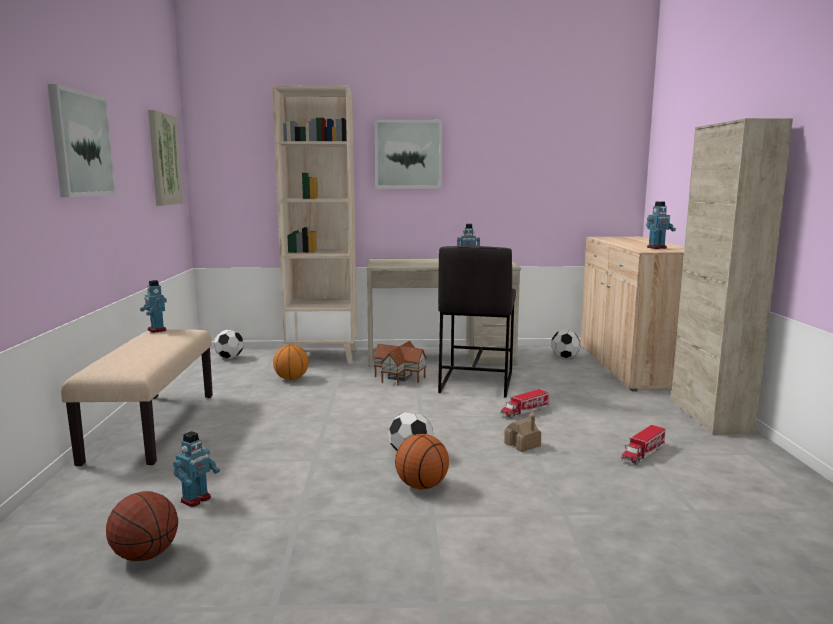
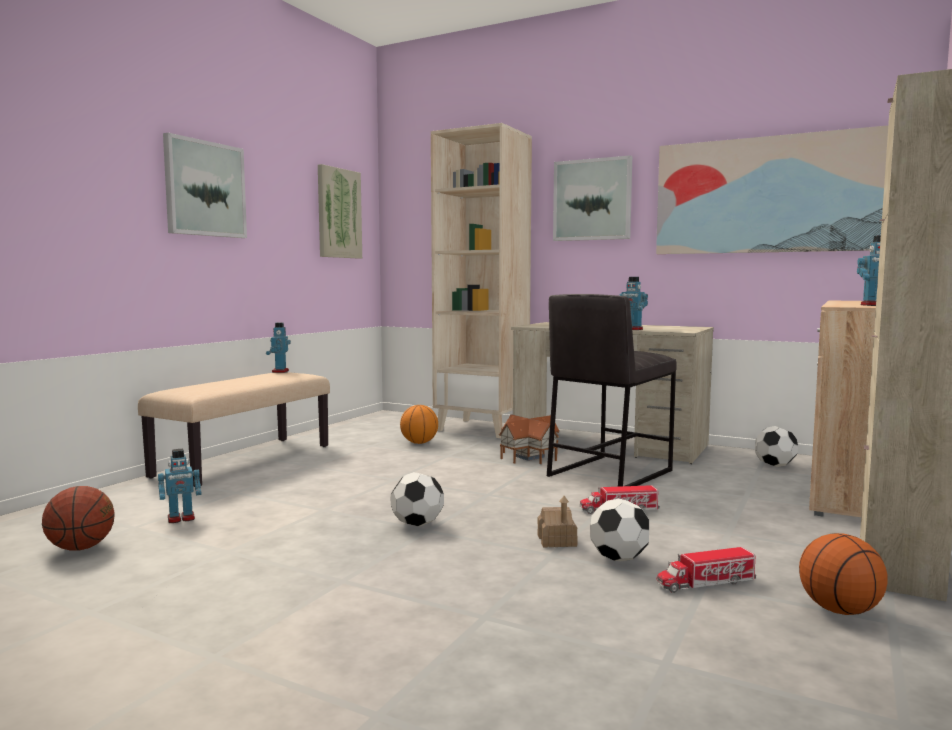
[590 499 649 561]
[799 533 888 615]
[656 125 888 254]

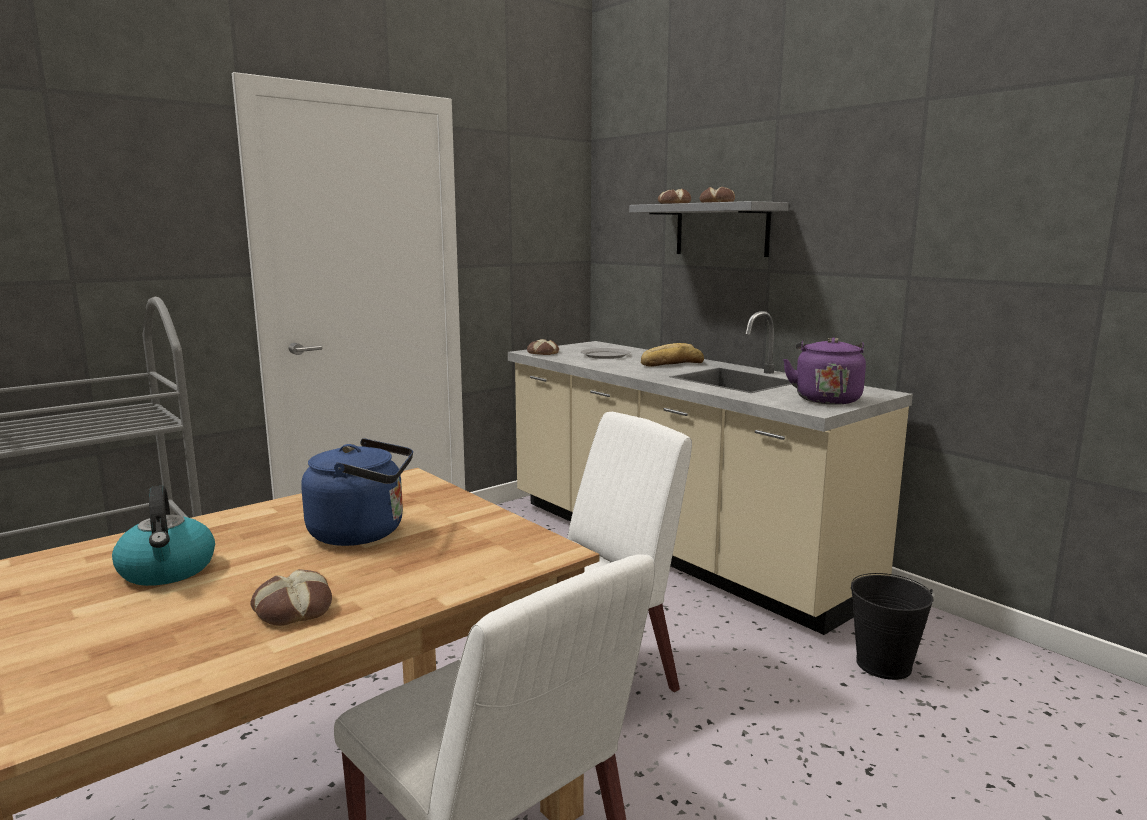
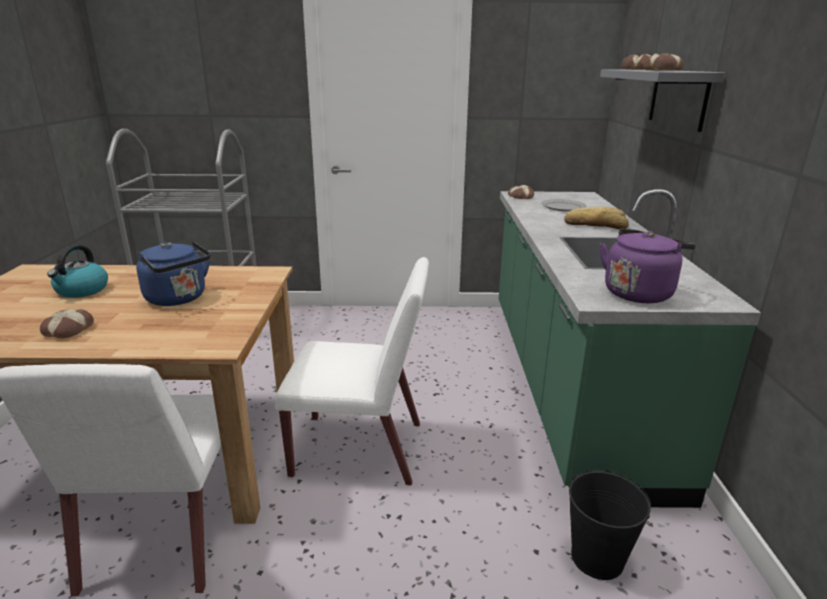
[499 189 761 508]

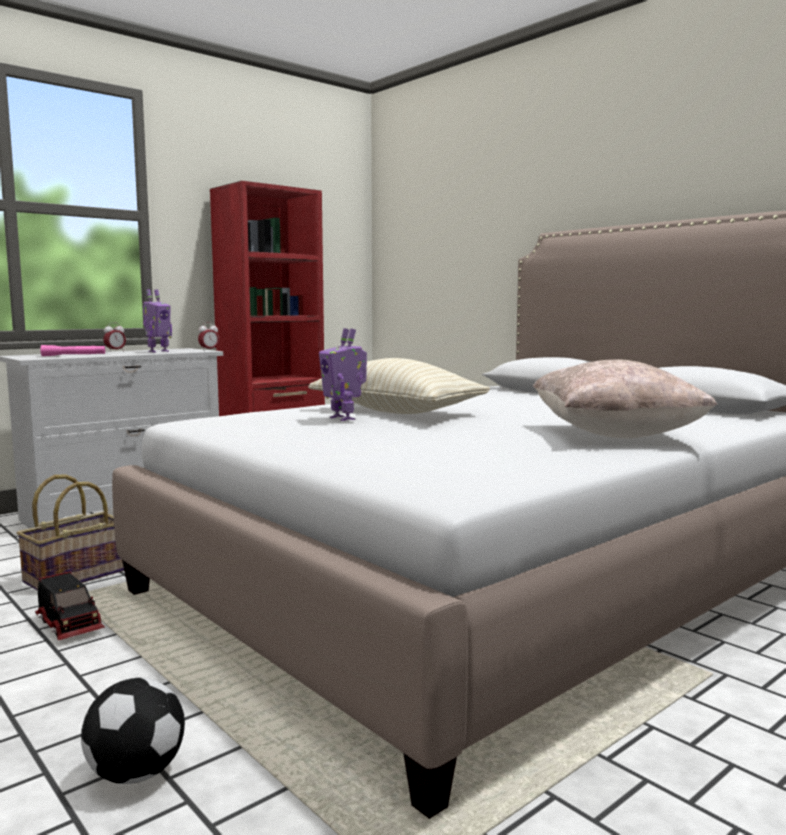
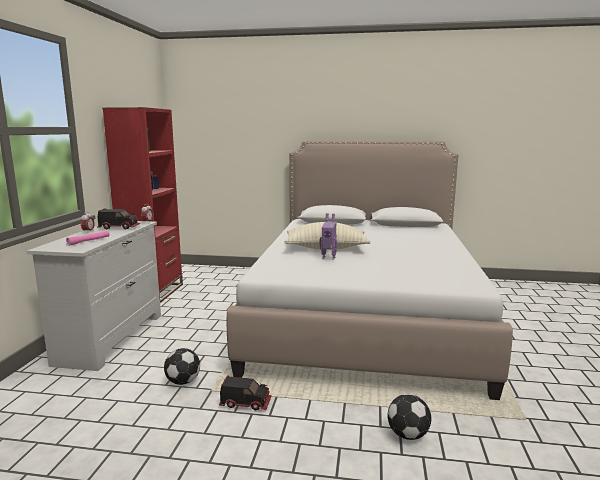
[97 208 140 230]
[533 359 717 438] (first image)
[164 348 200 385]

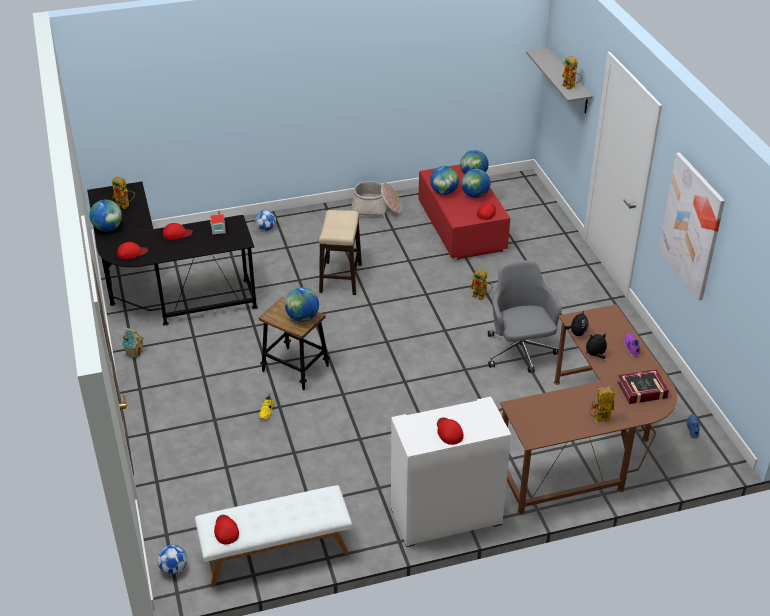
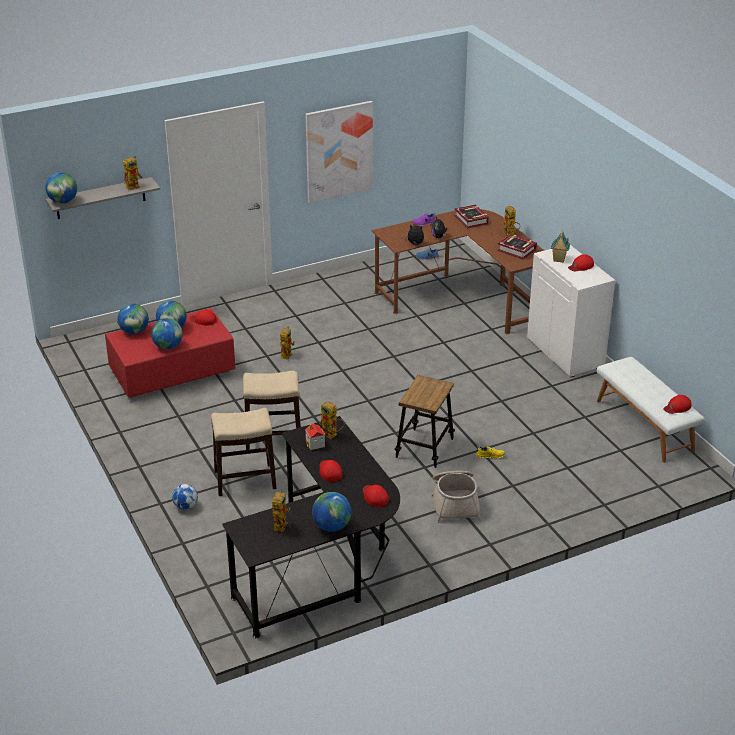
[432 471 481 523]
[488 260 562 373] (first image)
[45 172 77 204]
[551 230 570 263]
[157 545 187 575] (first image)
[497 234 537 260]
[319 401 345 439]
[211 408 277 496]

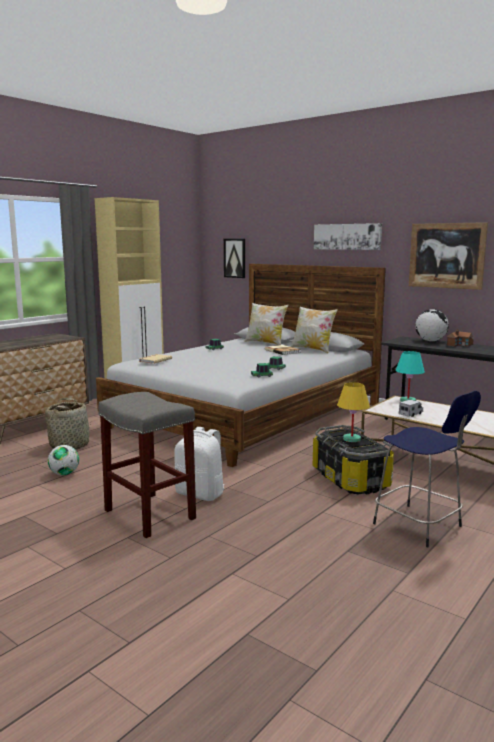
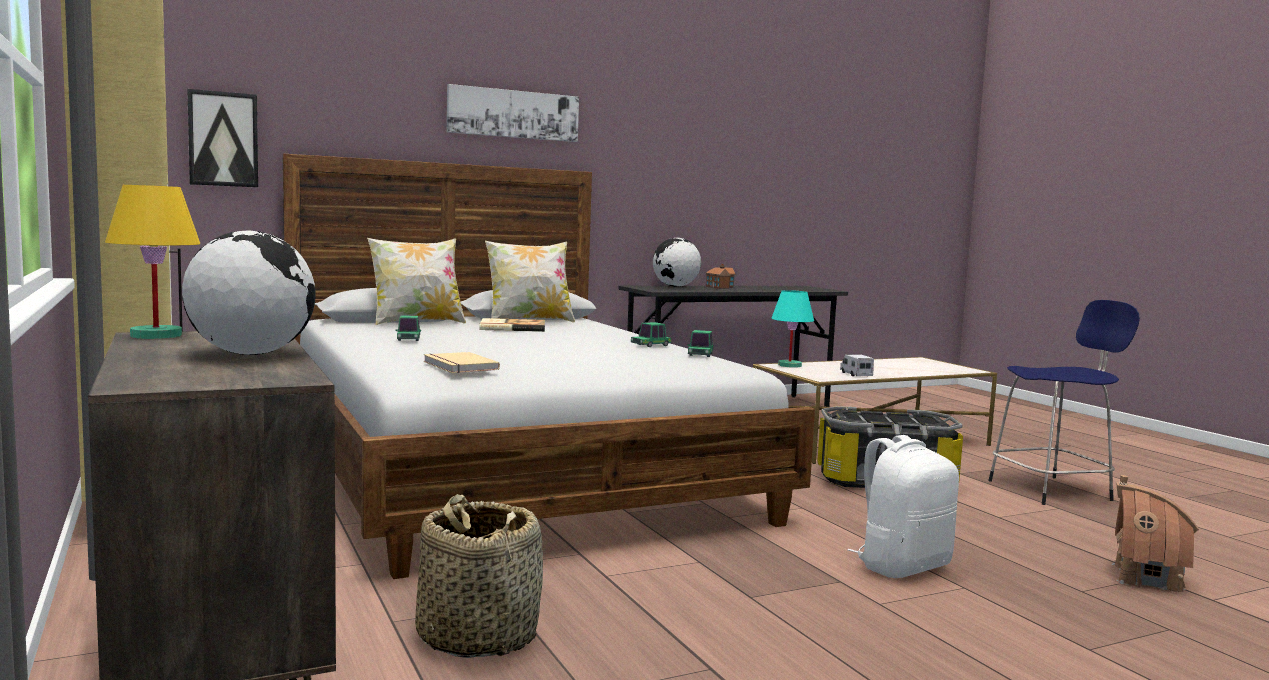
[409 222 488 290] (first image)
[105 185 200 339]
[98 392 196 538] (first image)
[48 445 79 475] (first image)
[182 230 316 355]
[1112 475 1199 592]

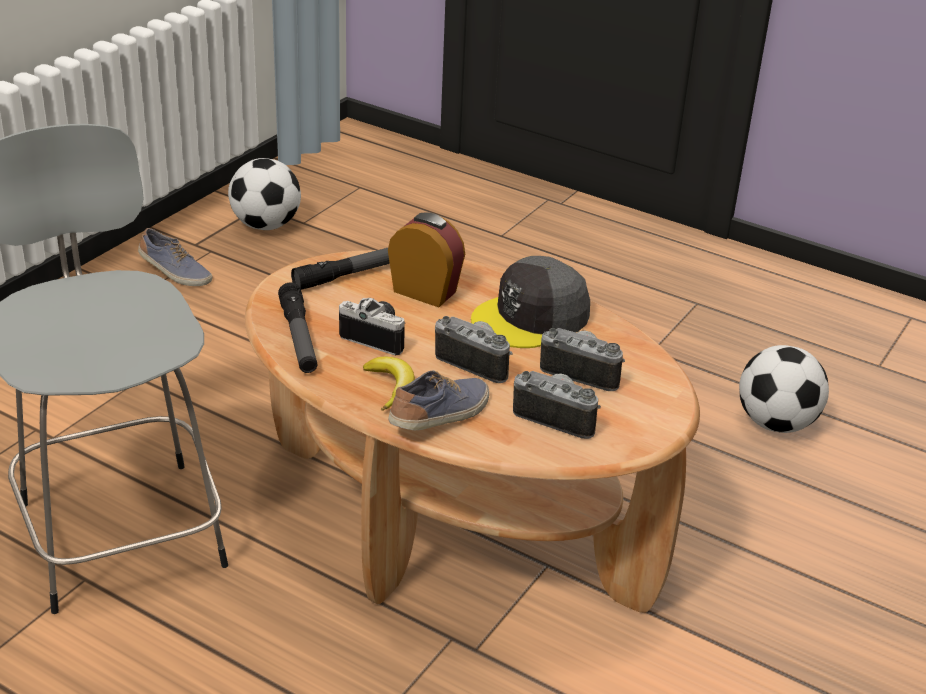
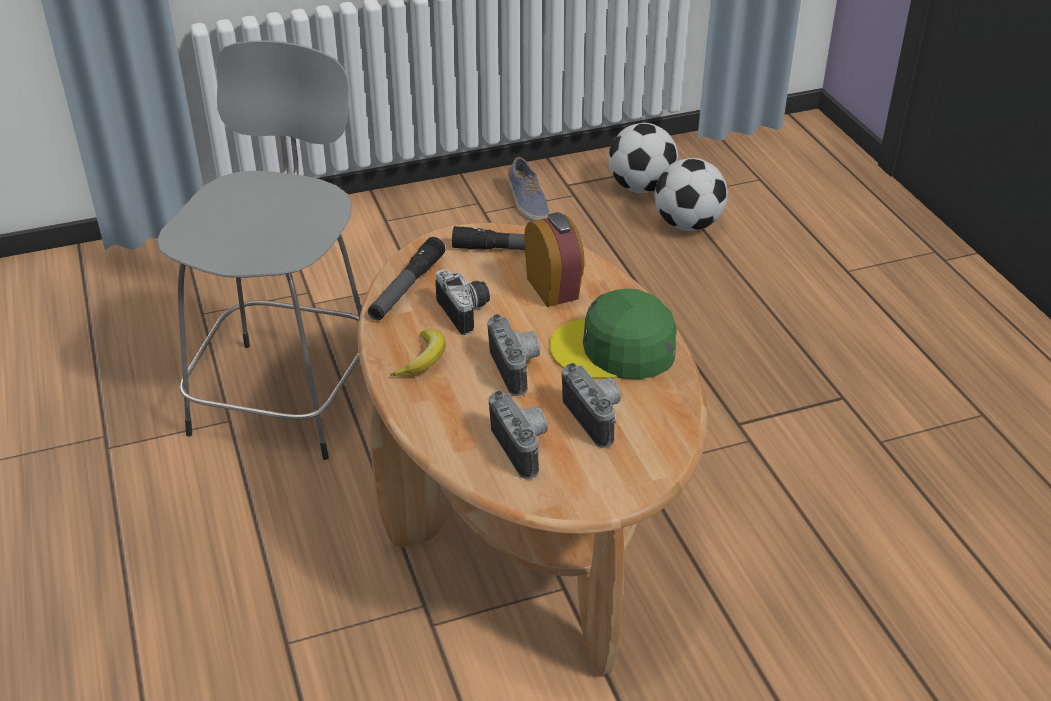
[549 288 677 379]
[654 158 728 231]
[389 370 489 430] (first image)

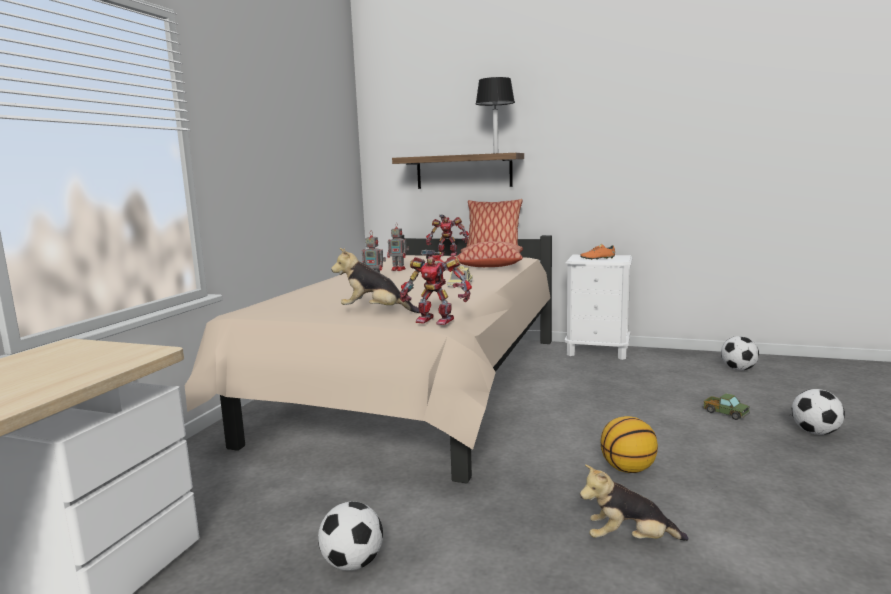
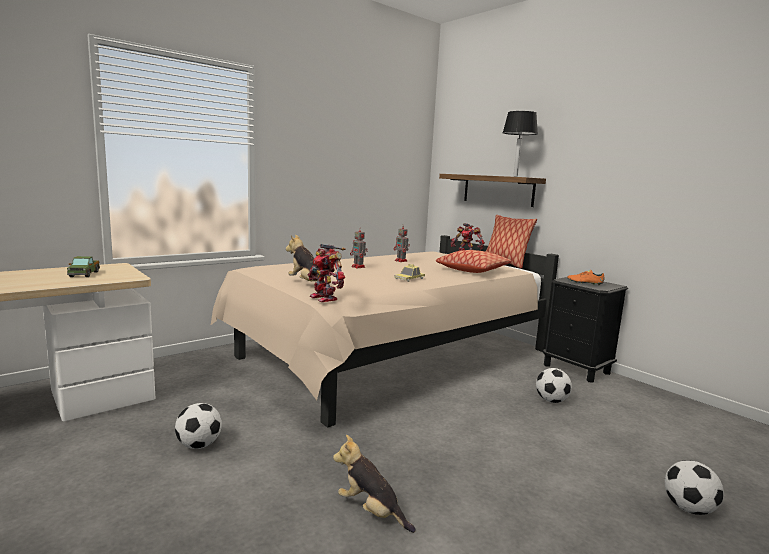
[543 277 628 383]
[536 368 572 403]
[67 256 100 277]
[601 416 658 473] (first image)

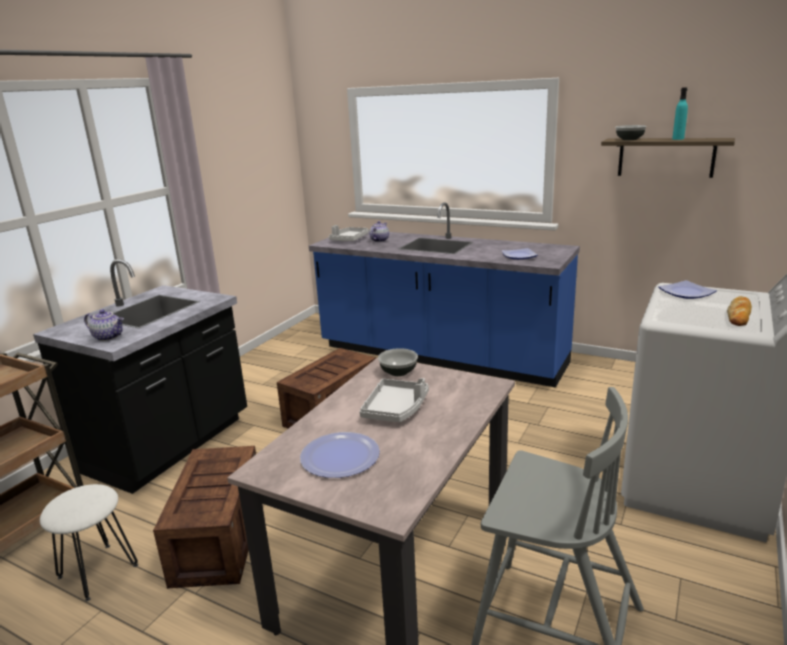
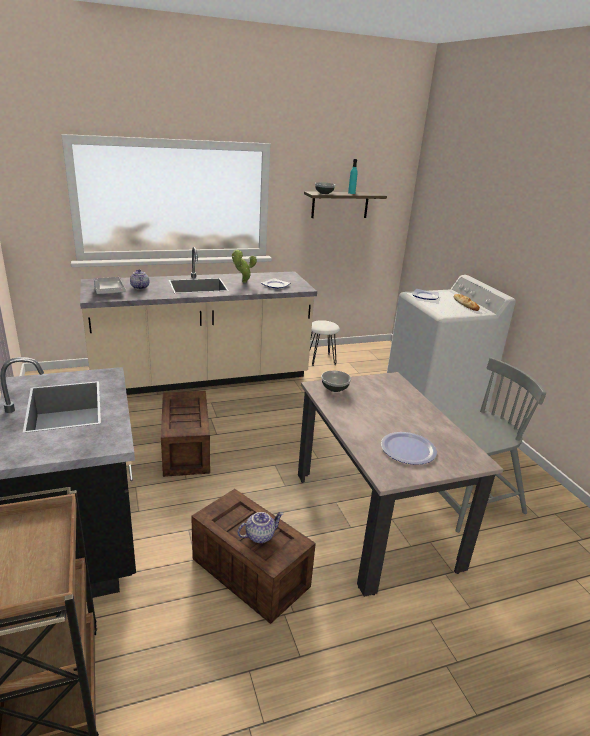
[80 247 317 395]
[237 512 283 543]
[359 378 429 422] (first image)
[310 320 340 366]
[232 250 257 283]

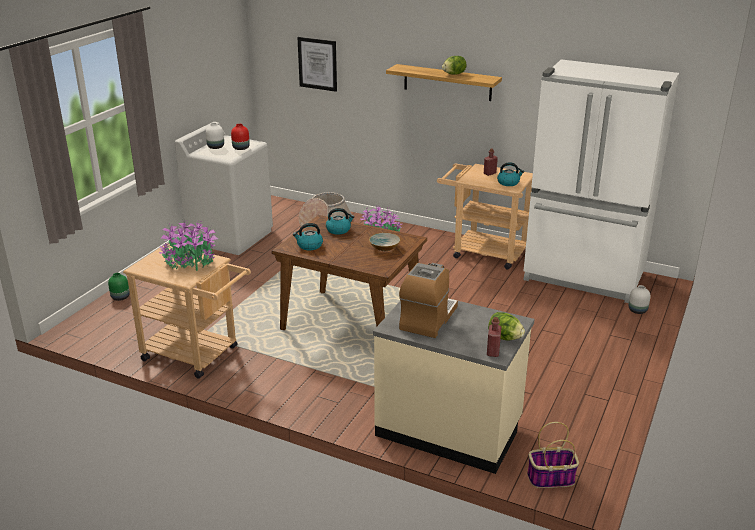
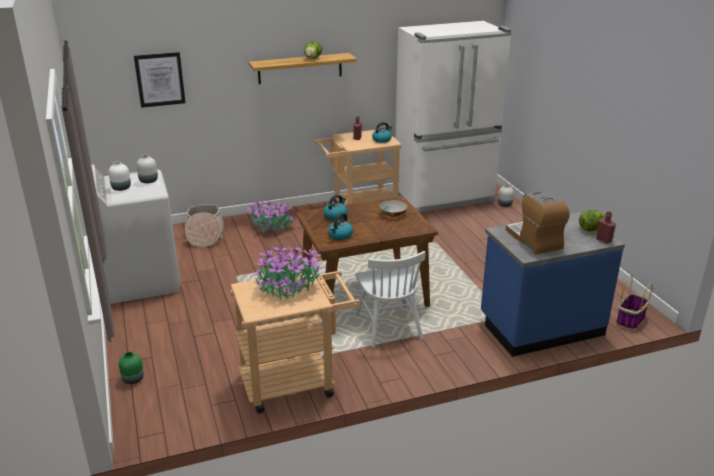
[136 155 158 183]
[481 212 625 357]
[355 251 426 348]

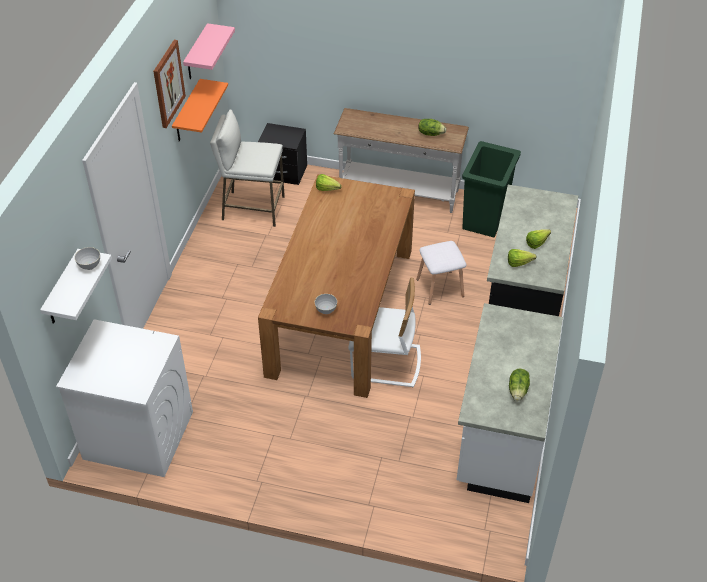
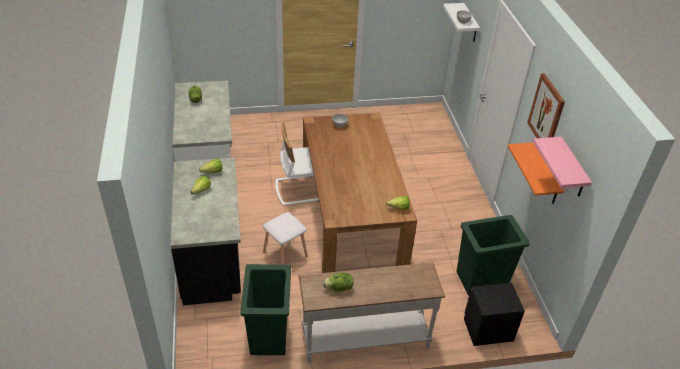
[457 215 530 295]
[56 319 193 477] (first image)

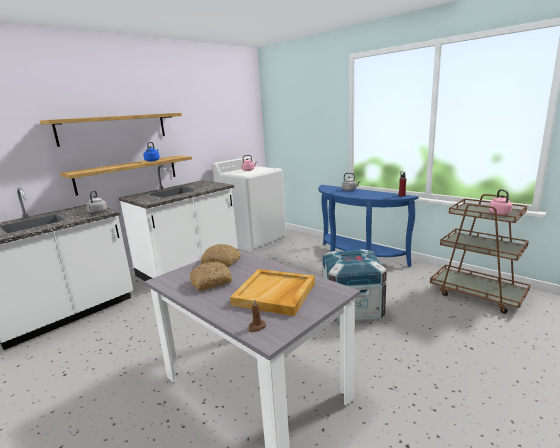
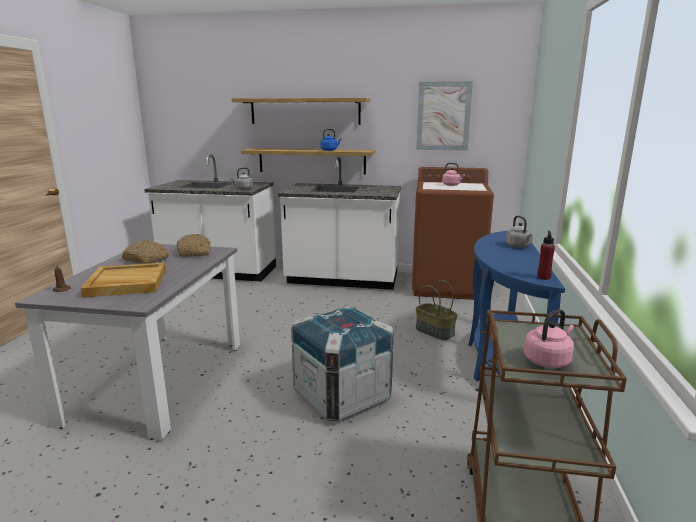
[412 167 494 300]
[416 81 473 150]
[416 280 458 341]

